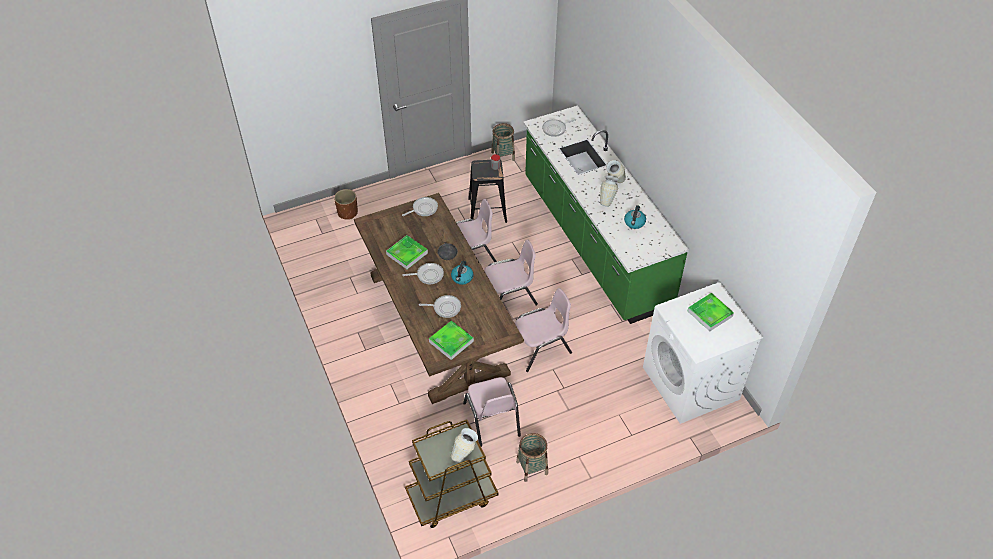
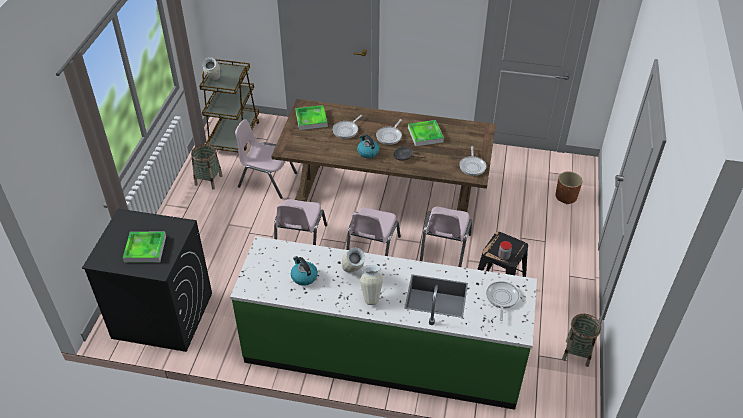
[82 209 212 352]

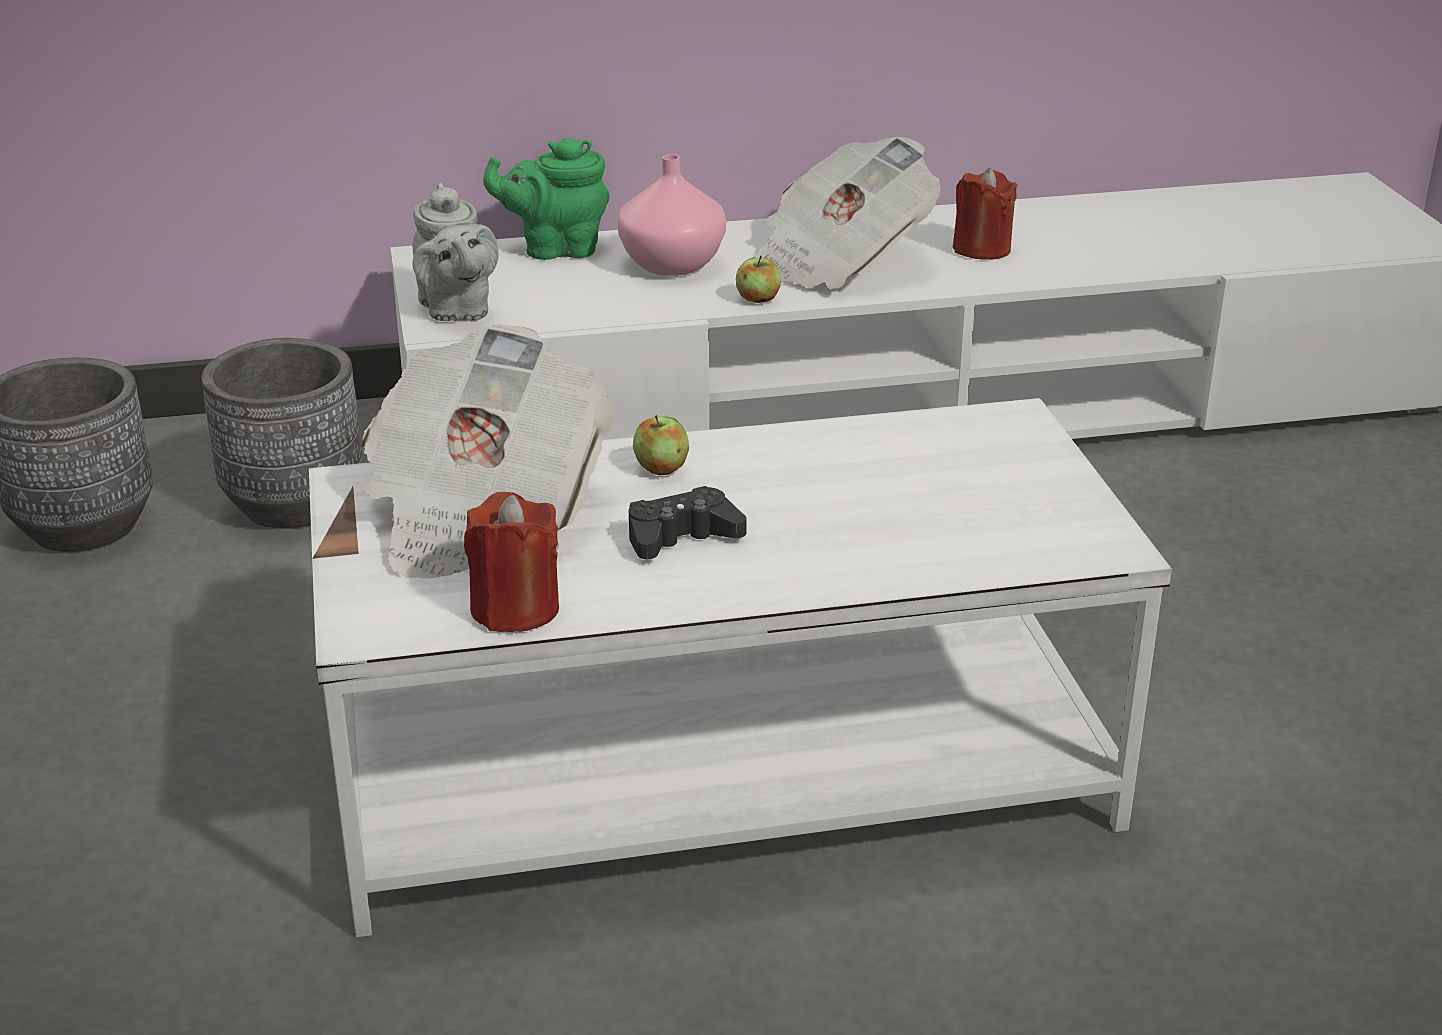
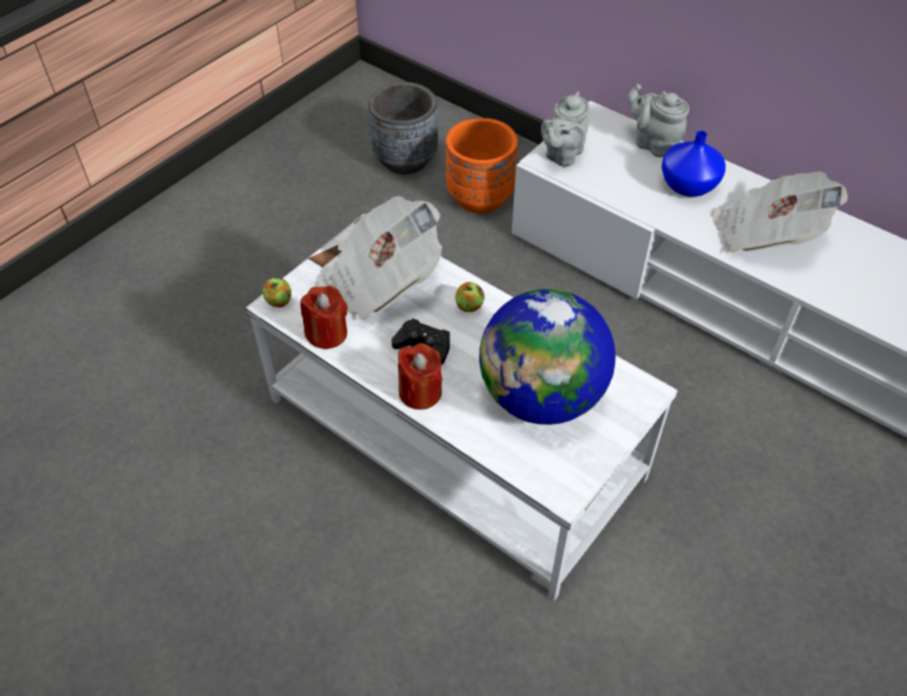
[628 84 689 157]
[661 131 726 197]
[398 343 442 410]
[263 277 291 308]
[446 118 518 213]
[479 289 616 425]

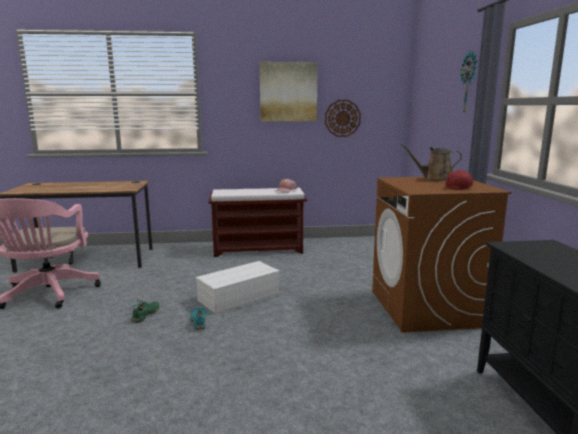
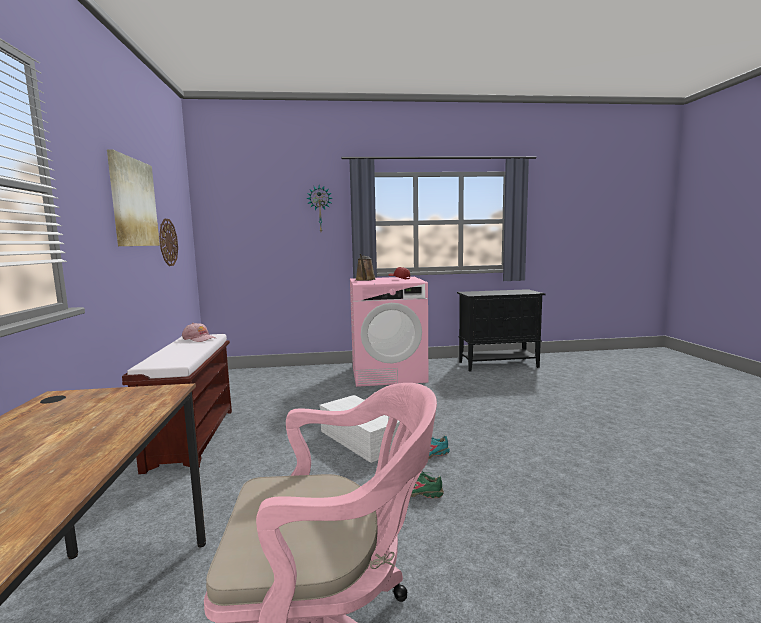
[350 277 428 387]

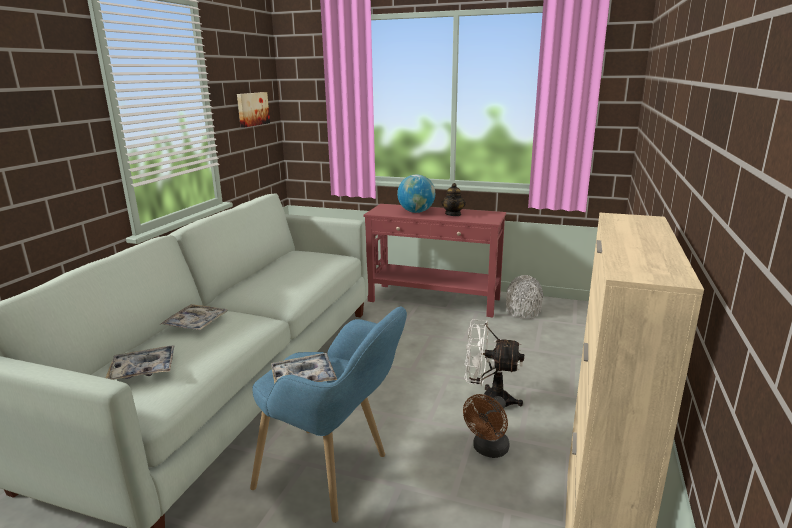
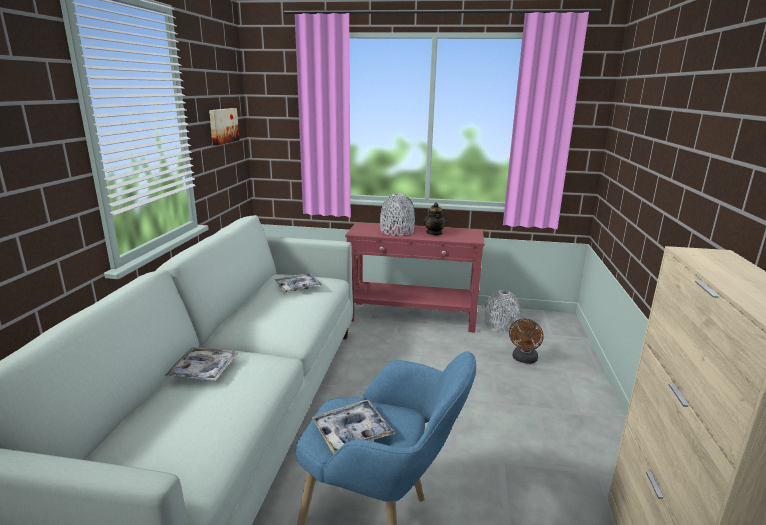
[380 193 415 236]
[465 319 524 407] (first image)
[274 273 322 292]
[509 319 544 364]

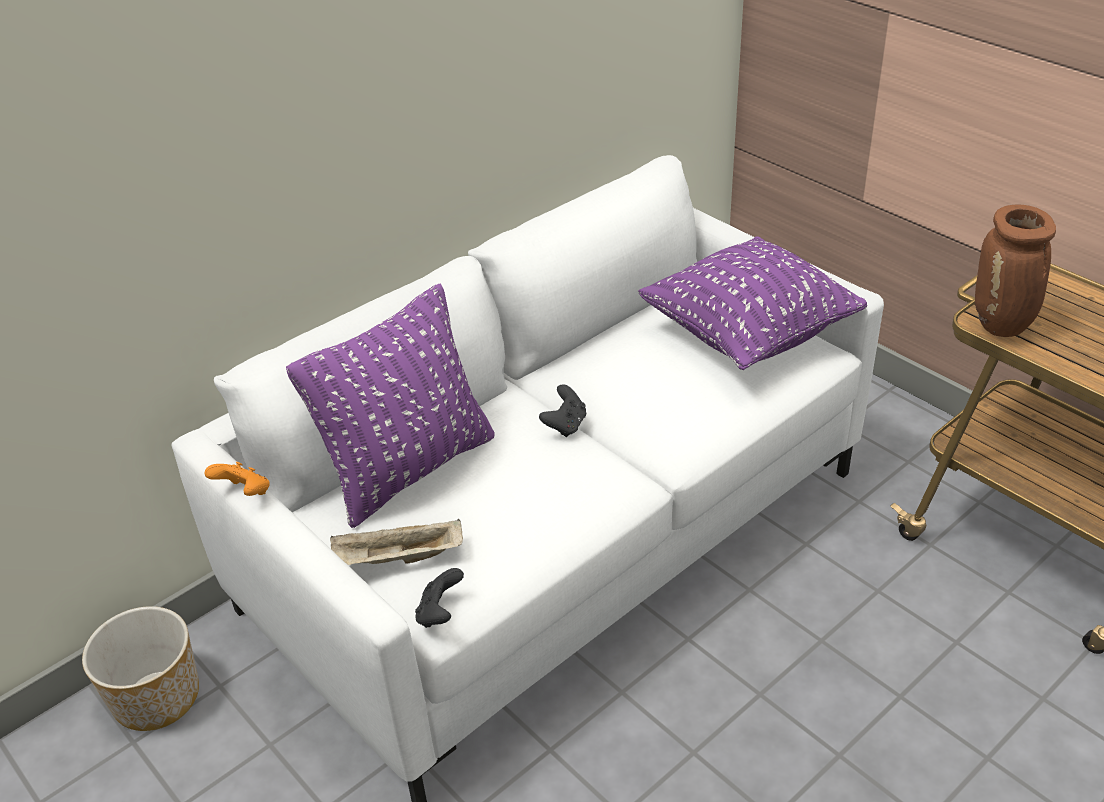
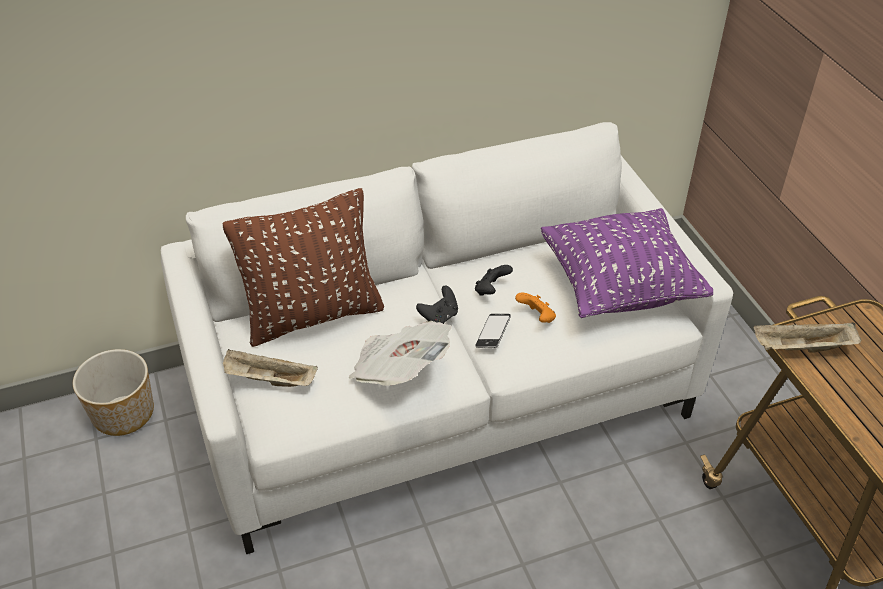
[754 322 862 353]
[223 188 384 347]
[515 292 556 323]
[475 265 513 296]
[475 314 511 348]
[349 321 452 386]

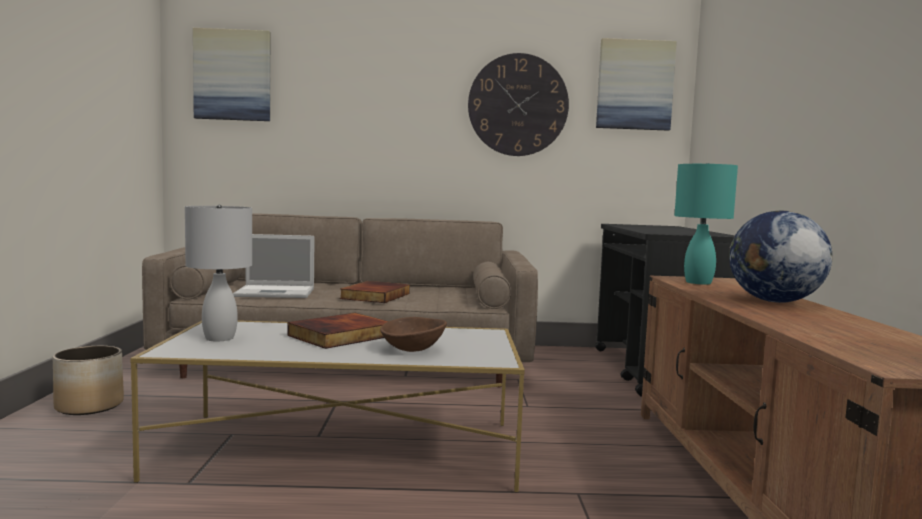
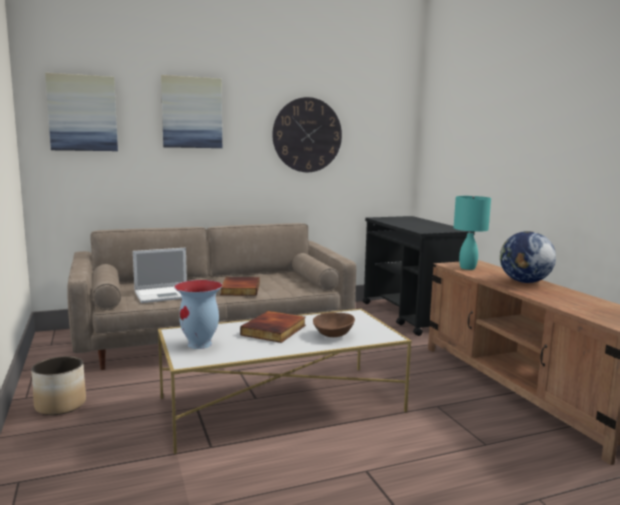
[161 75 222 148]
[174 280 222 349]

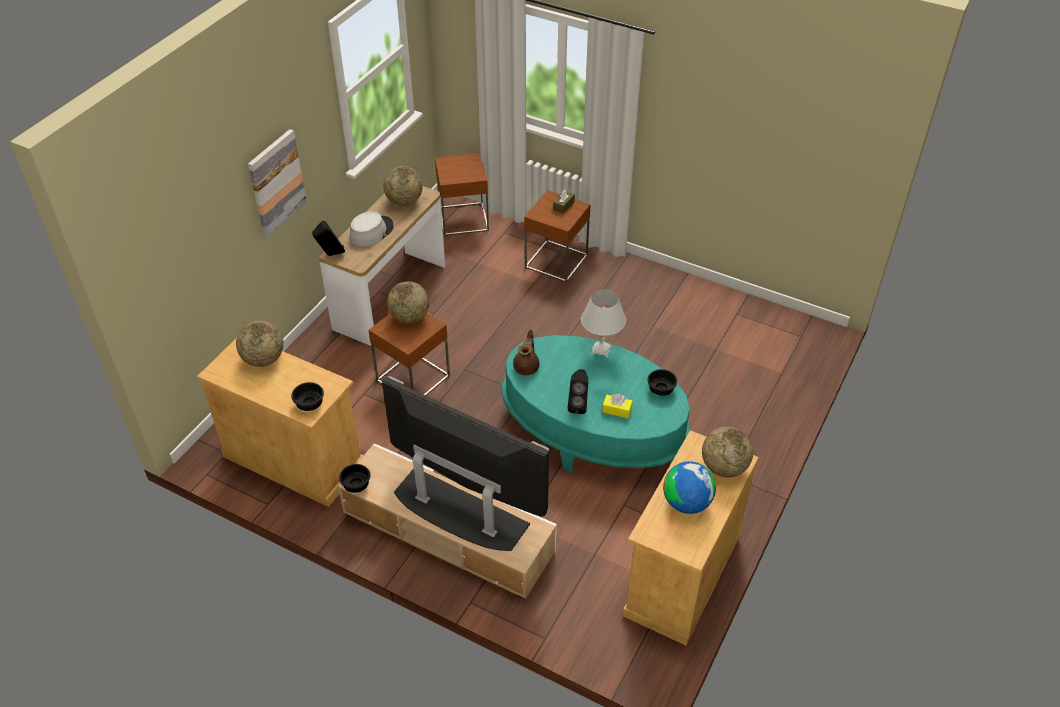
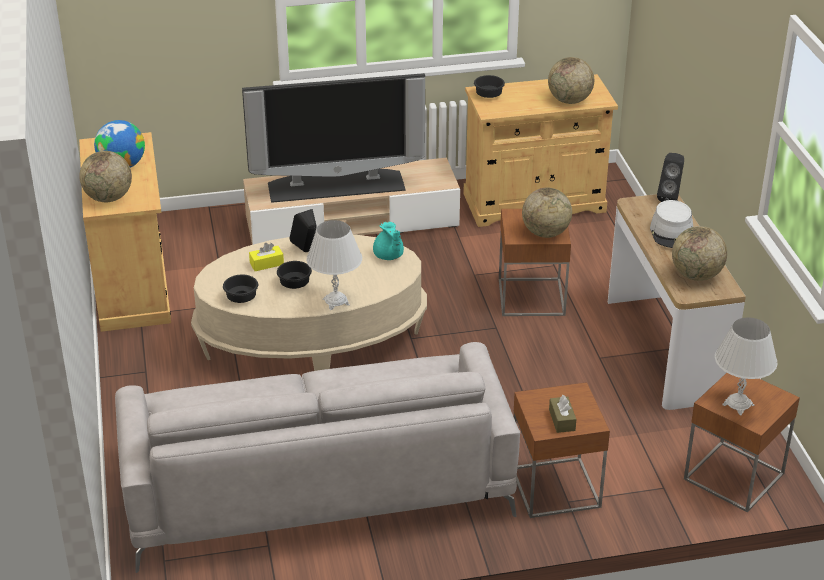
[248 129 307 236] (first image)
[373 222 404 260]
[191 234 427 371]
[277 261 312 289]
[715 317 778 415]
[115 342 520 573]

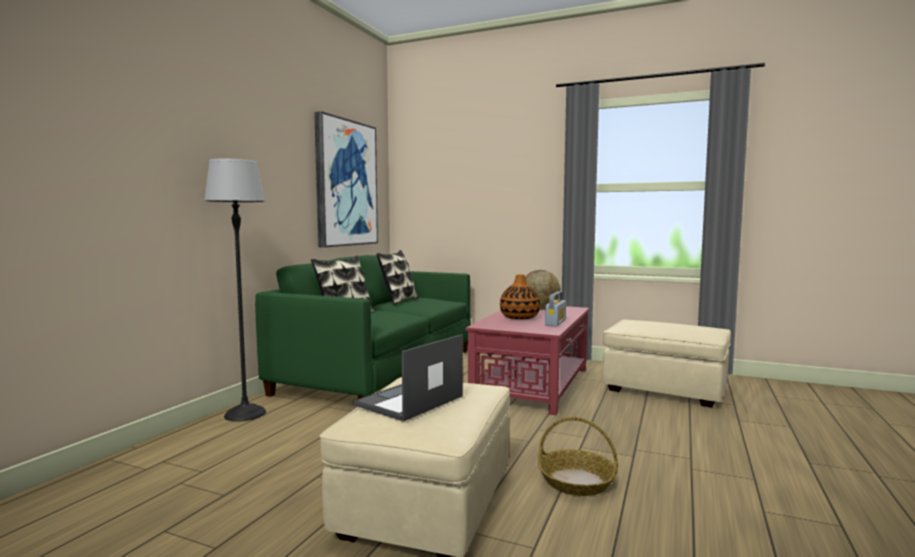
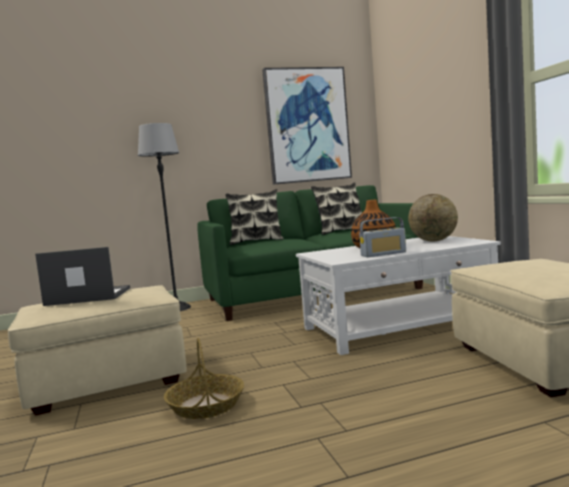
[296 236 501 355]

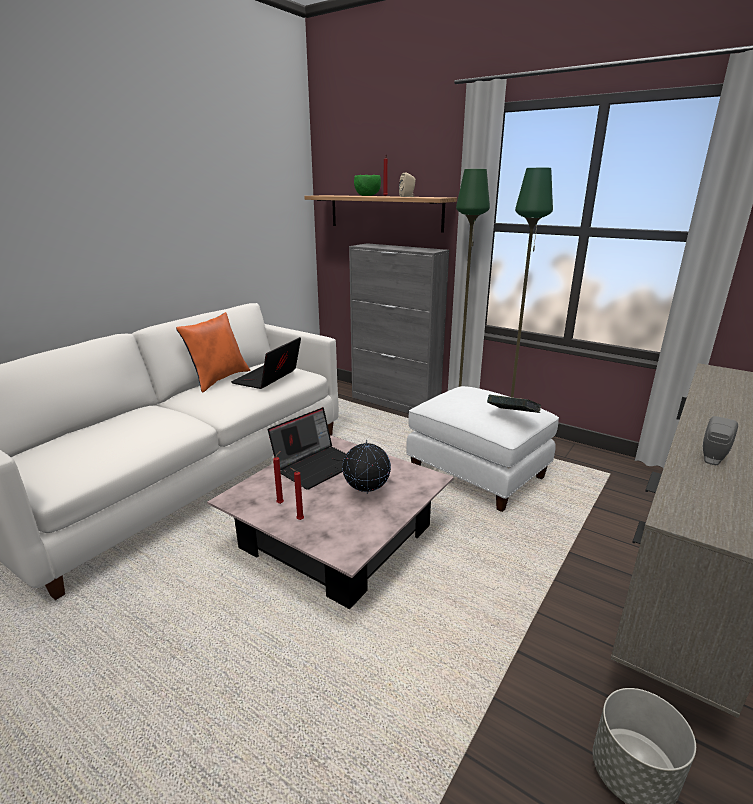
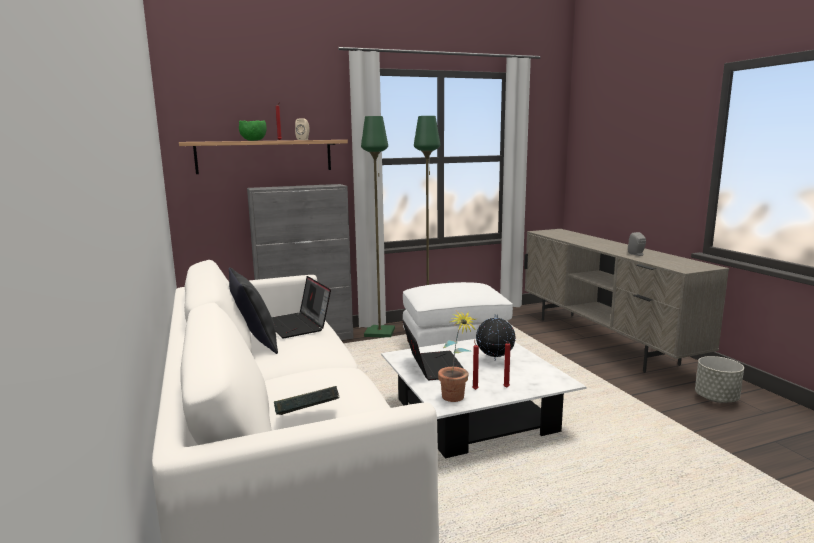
[229 268 278 354]
[274 386 340 415]
[381 339 586 458]
[438 311 478 402]

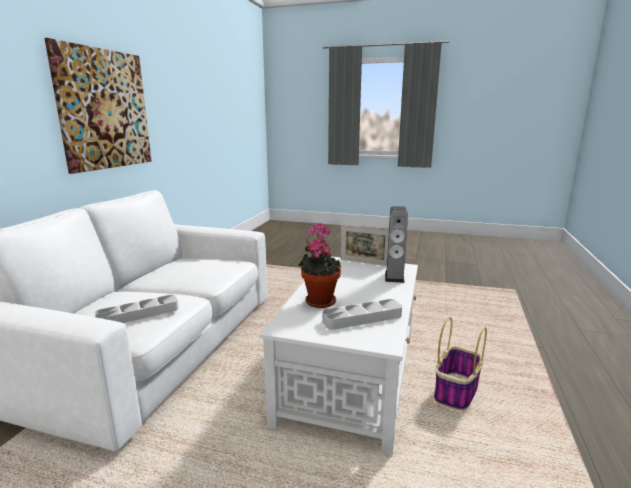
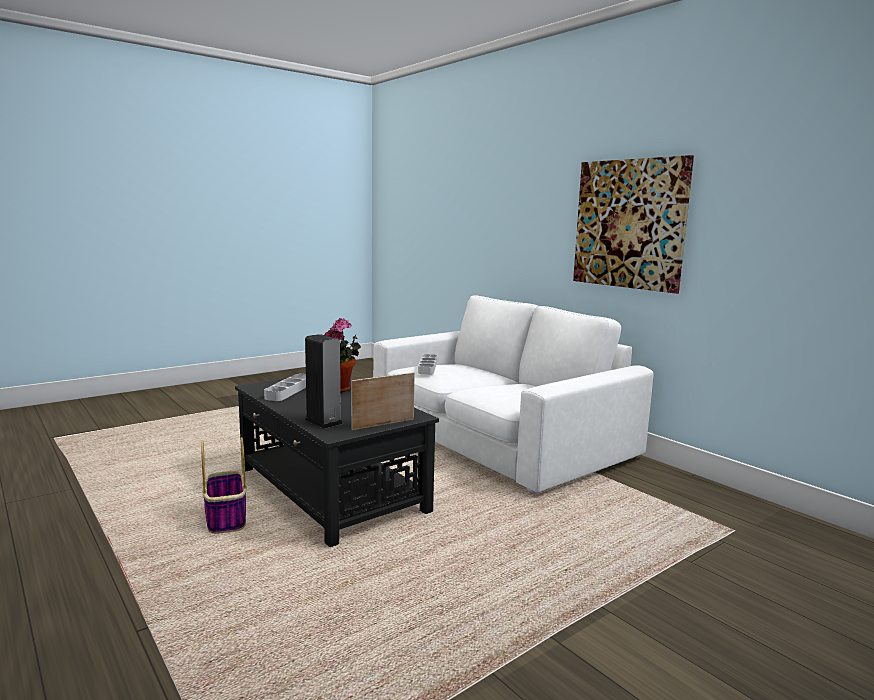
[235 378 439 547]

